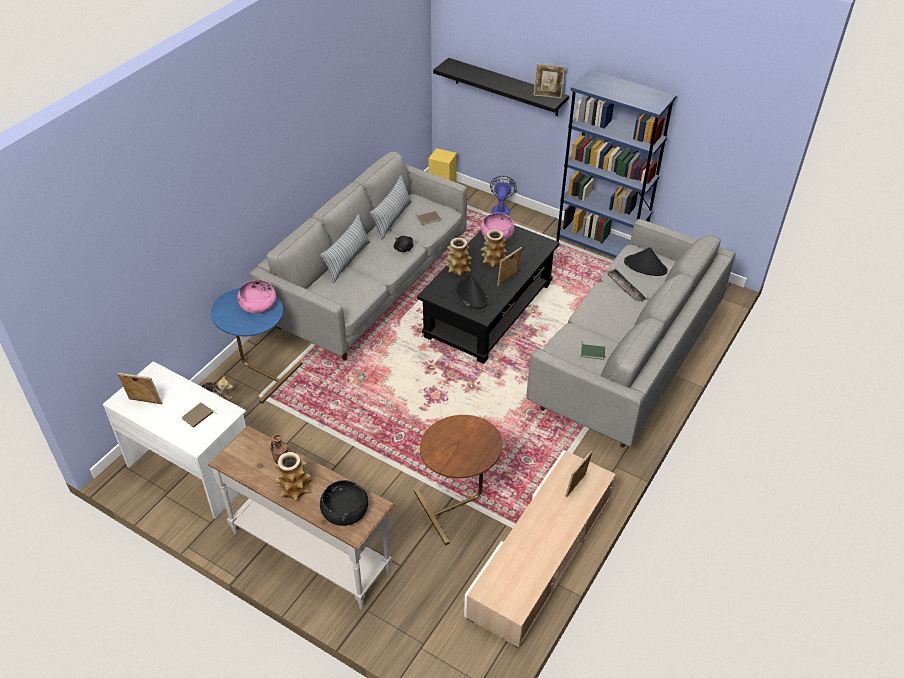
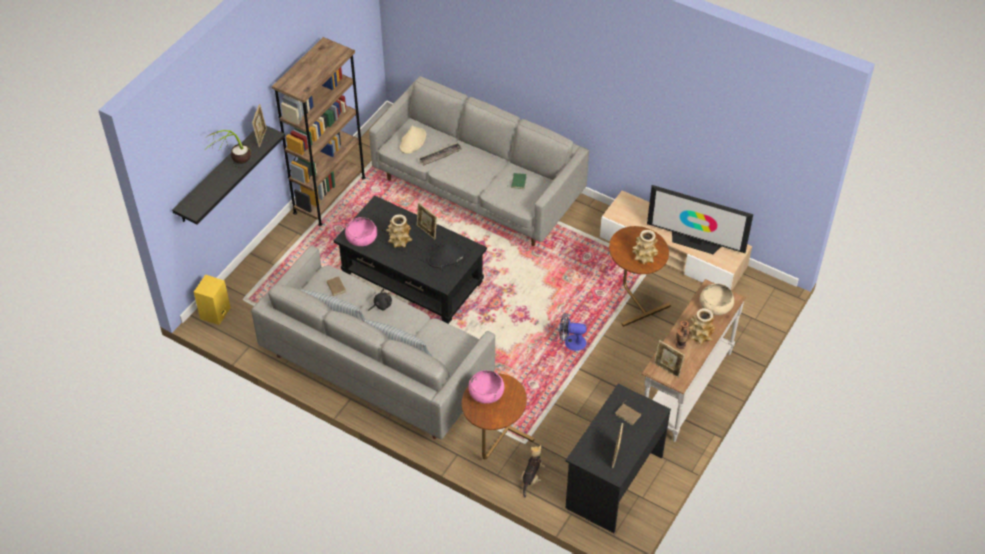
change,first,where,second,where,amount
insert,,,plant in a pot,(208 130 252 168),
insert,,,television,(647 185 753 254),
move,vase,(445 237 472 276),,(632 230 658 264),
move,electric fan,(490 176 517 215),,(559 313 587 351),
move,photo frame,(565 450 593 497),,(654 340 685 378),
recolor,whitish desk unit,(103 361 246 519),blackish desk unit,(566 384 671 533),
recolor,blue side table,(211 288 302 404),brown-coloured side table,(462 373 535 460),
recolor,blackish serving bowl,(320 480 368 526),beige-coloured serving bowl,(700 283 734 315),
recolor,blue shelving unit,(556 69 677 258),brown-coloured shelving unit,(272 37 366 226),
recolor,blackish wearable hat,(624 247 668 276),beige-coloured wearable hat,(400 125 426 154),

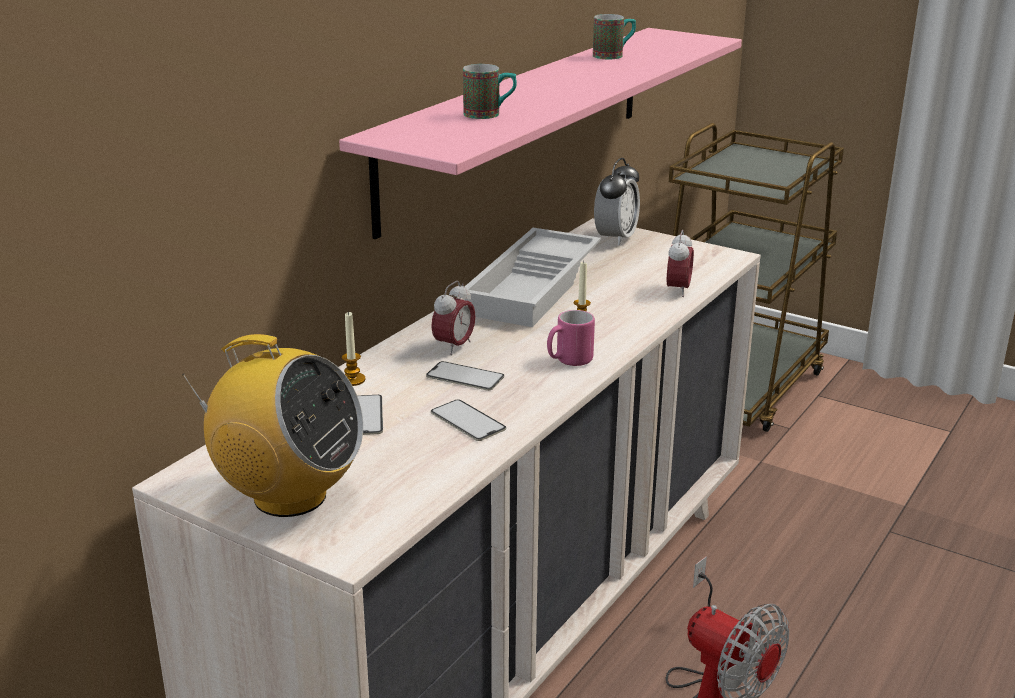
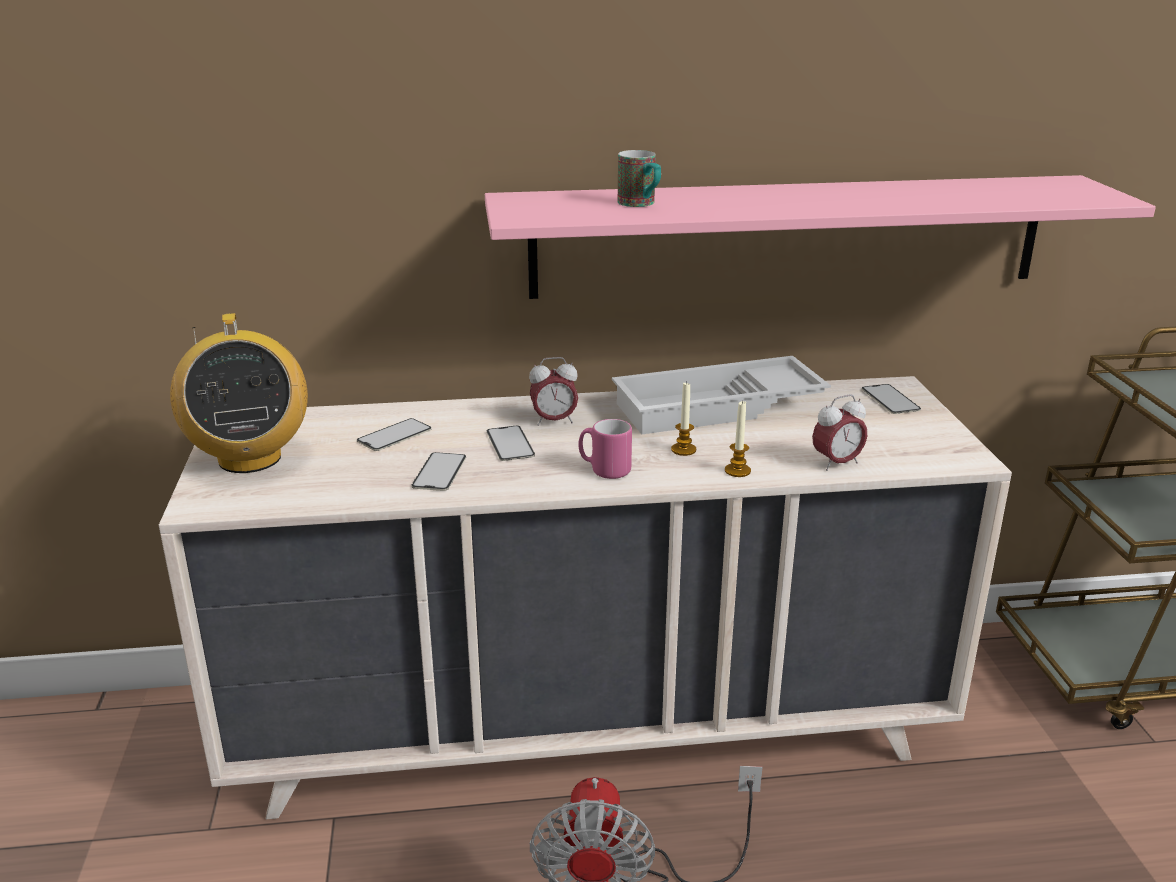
change,first,where,second,where,amount
delete,mug,(593 14 636 59),,,
move,wax light,(342 311 365 386),,(725 400 751 477),
replace,alarm clock,(594 158 640 246),telephone,(862 384 921 414),

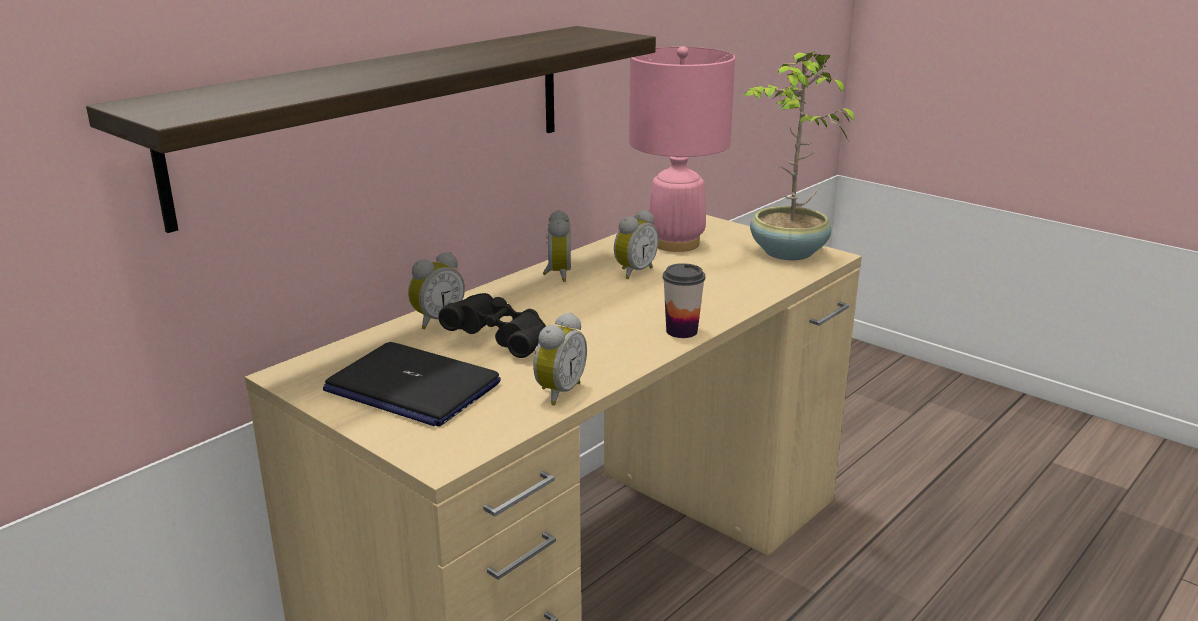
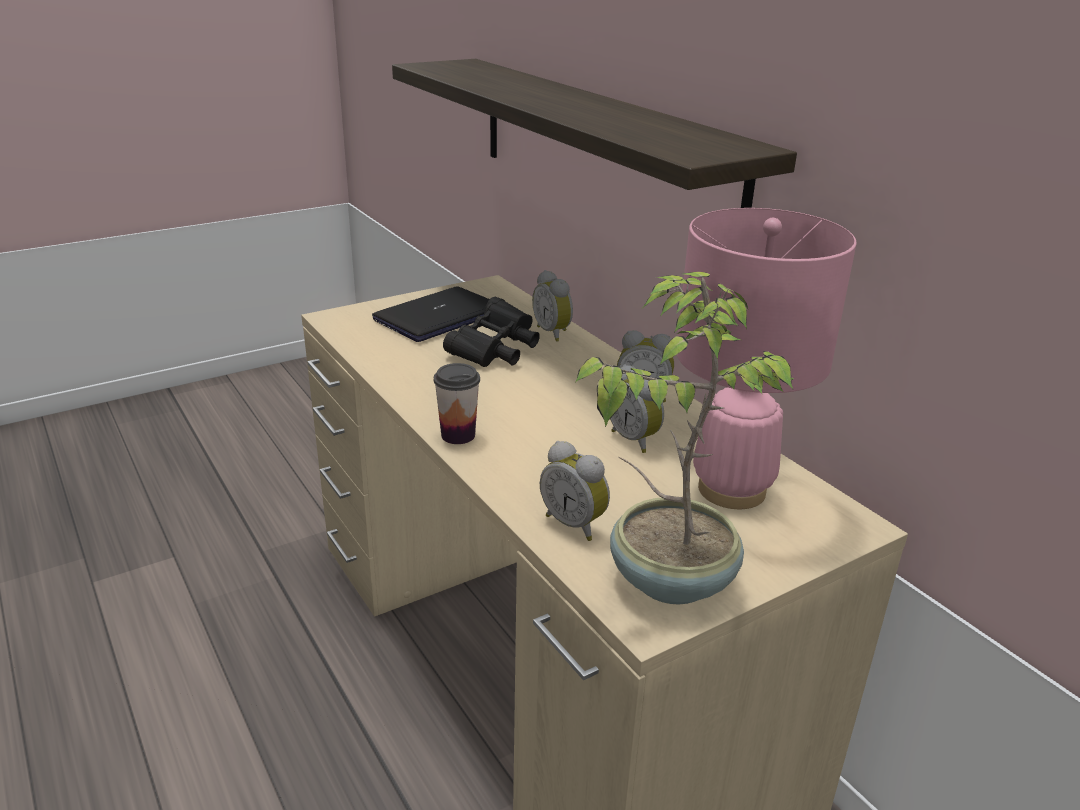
change,first,where,second,where,amount
move,alarm clock,(533 312 587 406),,(540 441 610 541),

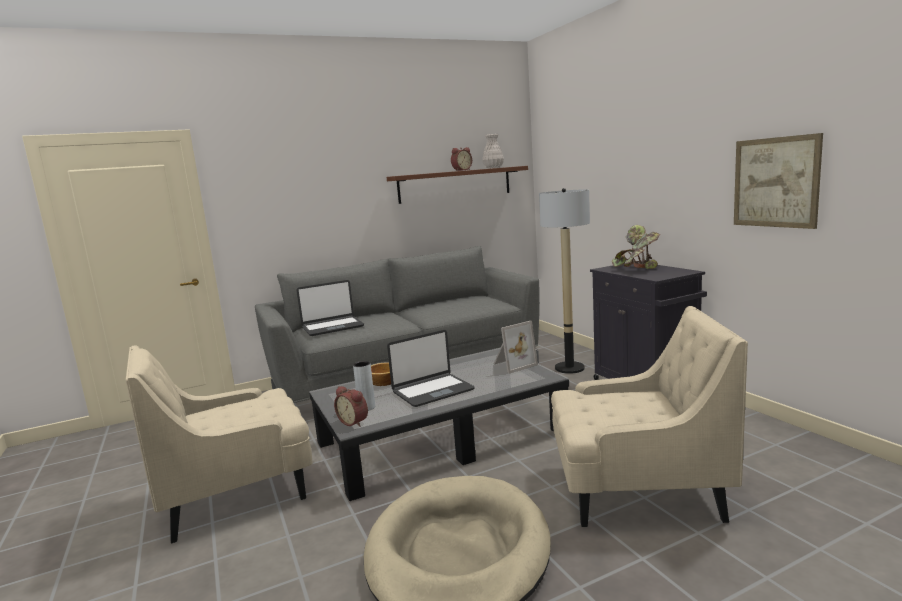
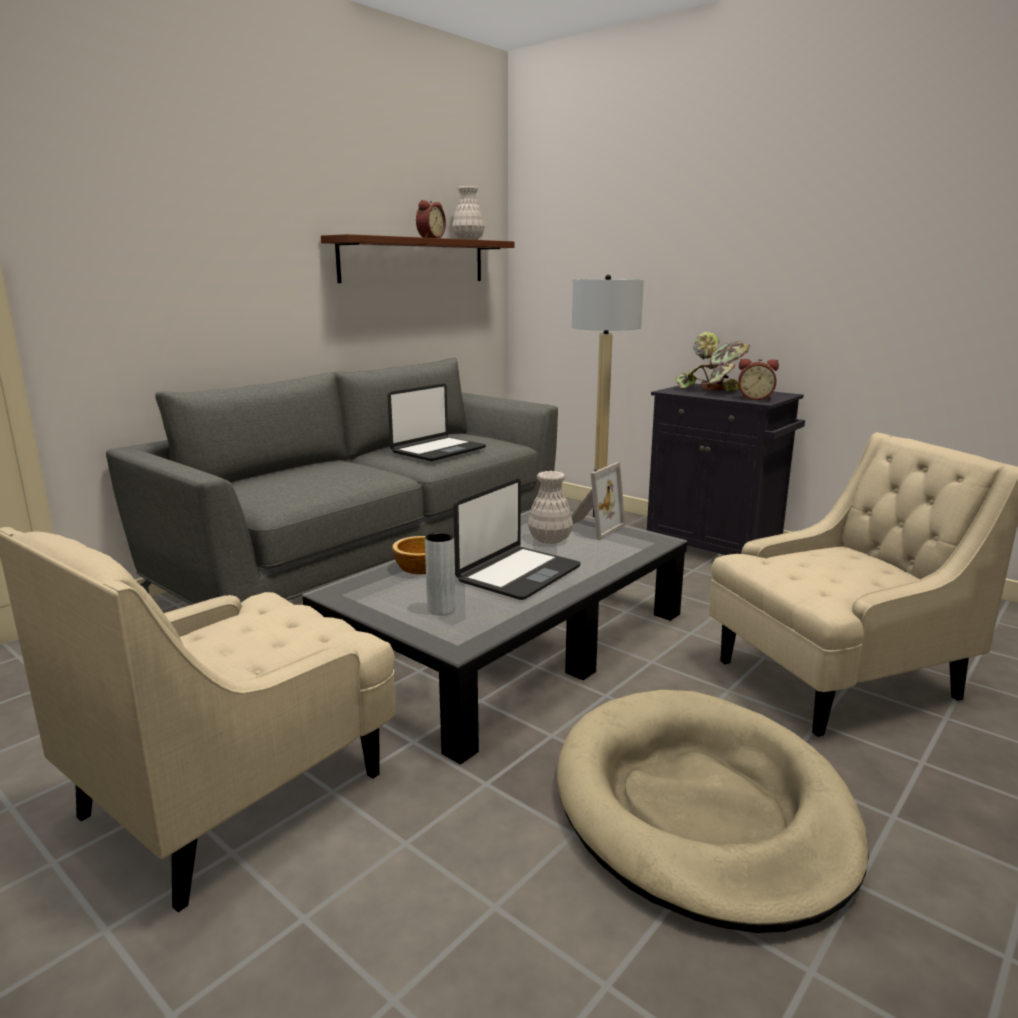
change,first,where,second,where,amount
delete,wall art,(734 133 823 229),,,
insert,,,whitish vase,(528 471 573 544),
move,laptop,(297 280 364 336),,(387 383 486 461),
move,alarm clock,(334 386 368 427),,(738 359 779 400),

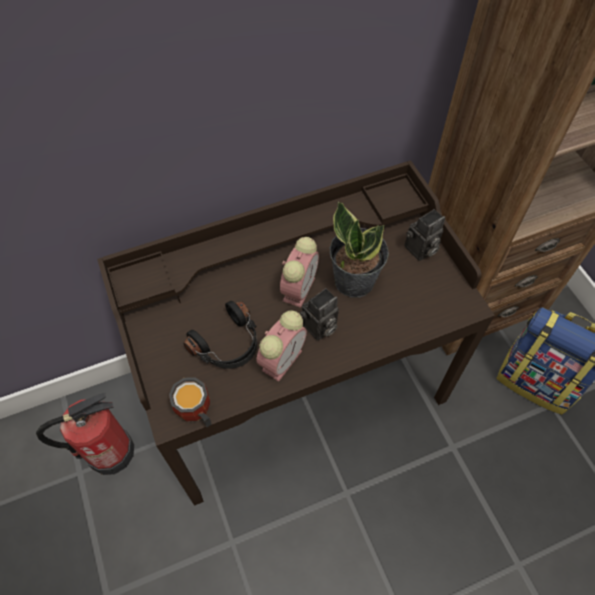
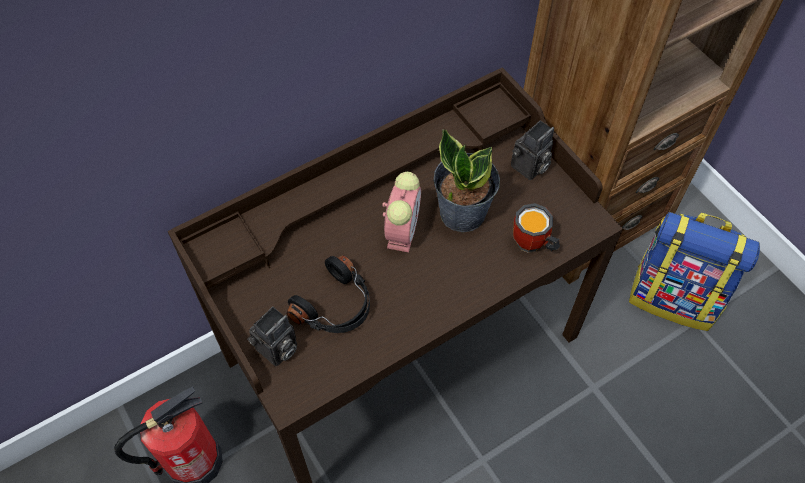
change,first,where,second,where,amount
delete,alarm clock,(257 310 307 382),,,
move,mug,(169 377 211 427),,(513 203 560 253),
move,still camera,(300 288 339 341),,(247 306 297 367),

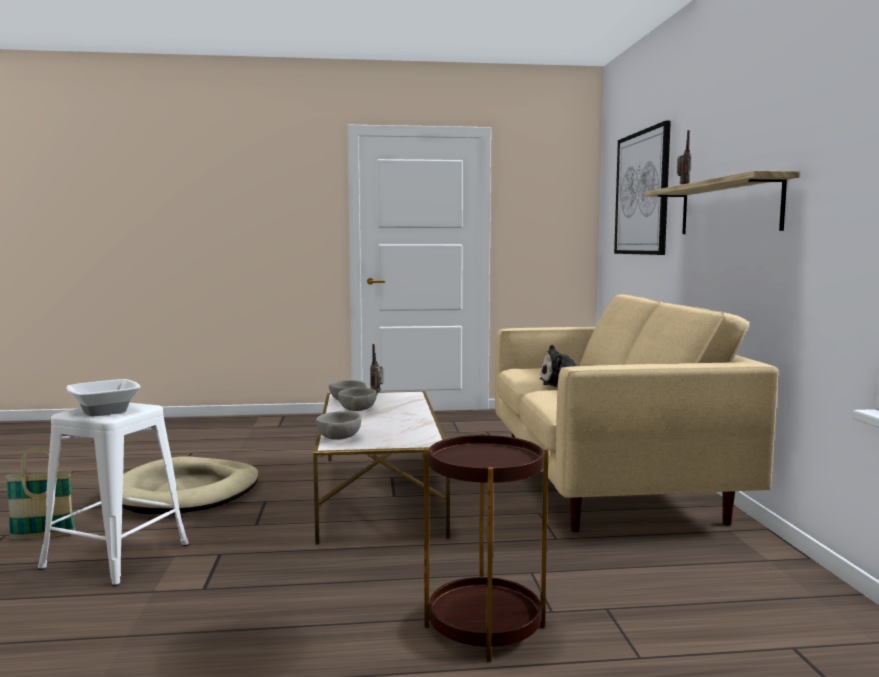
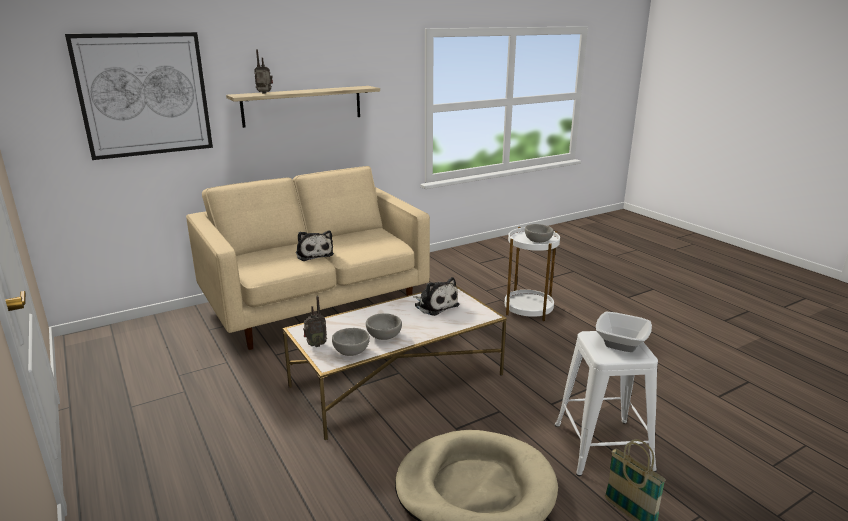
change,first,where,second,where,amount
insert,,,plush toy,(413 277 459 316),
move,grey serving bowl,(316 412 361 440),,(525 224 553 243),
recolor,brown-coloured side table,(424 433 548 662),whitish side table,(505 227 560 321),

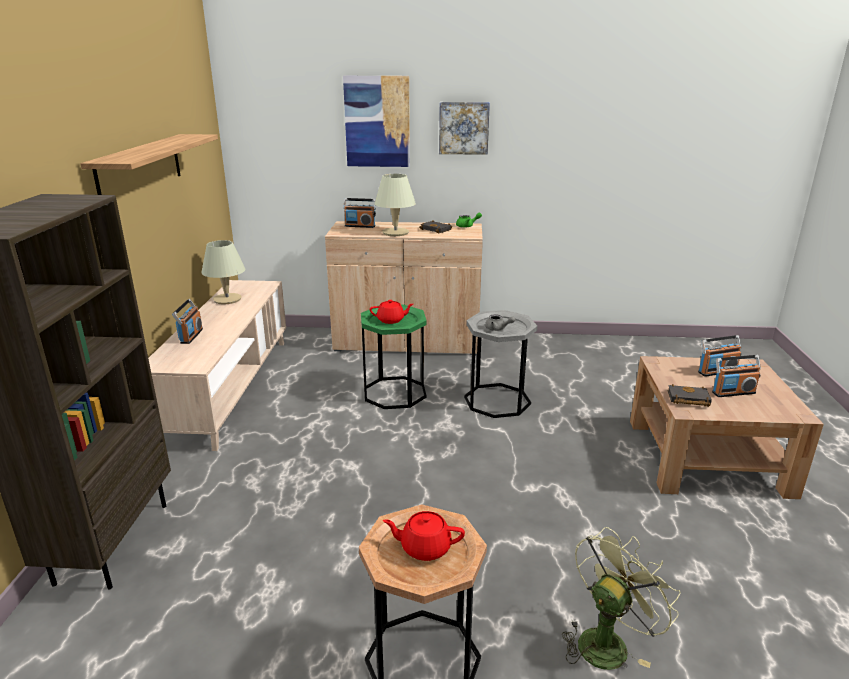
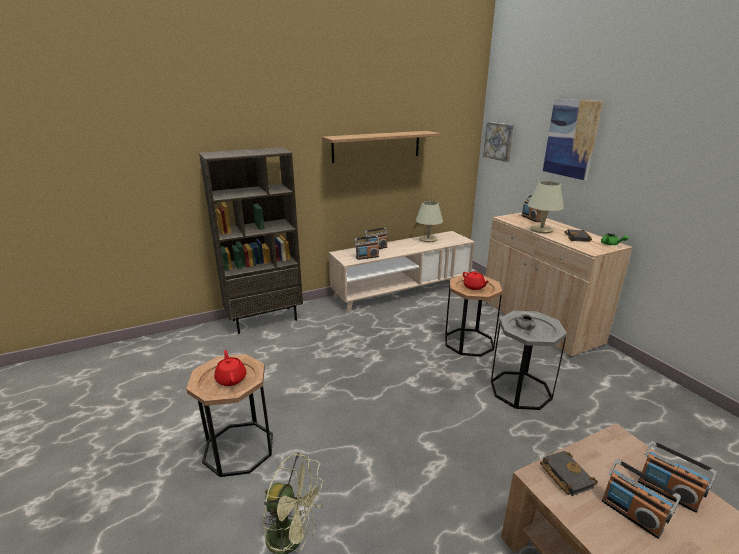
change,first,where,second,where,amount
insert,,,radio,(354 236 380 260),
move,wall art,(439 102 490 155),,(483 122 514 162),
recolor,green-coloured side table,(361 304 427 409),brown-coloured side table,(445 274 502 357),

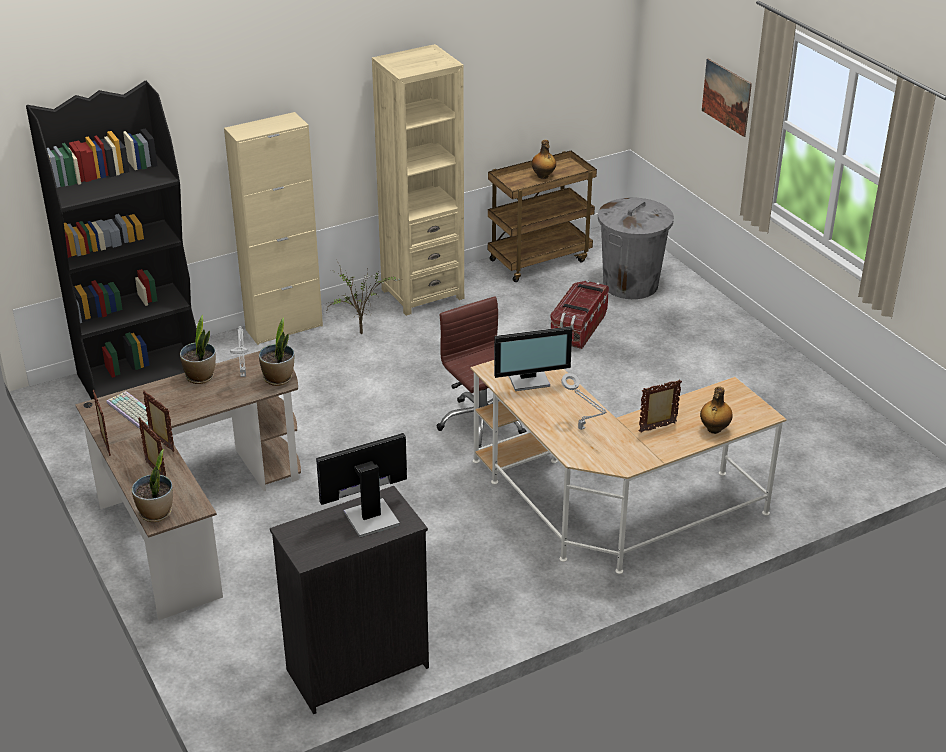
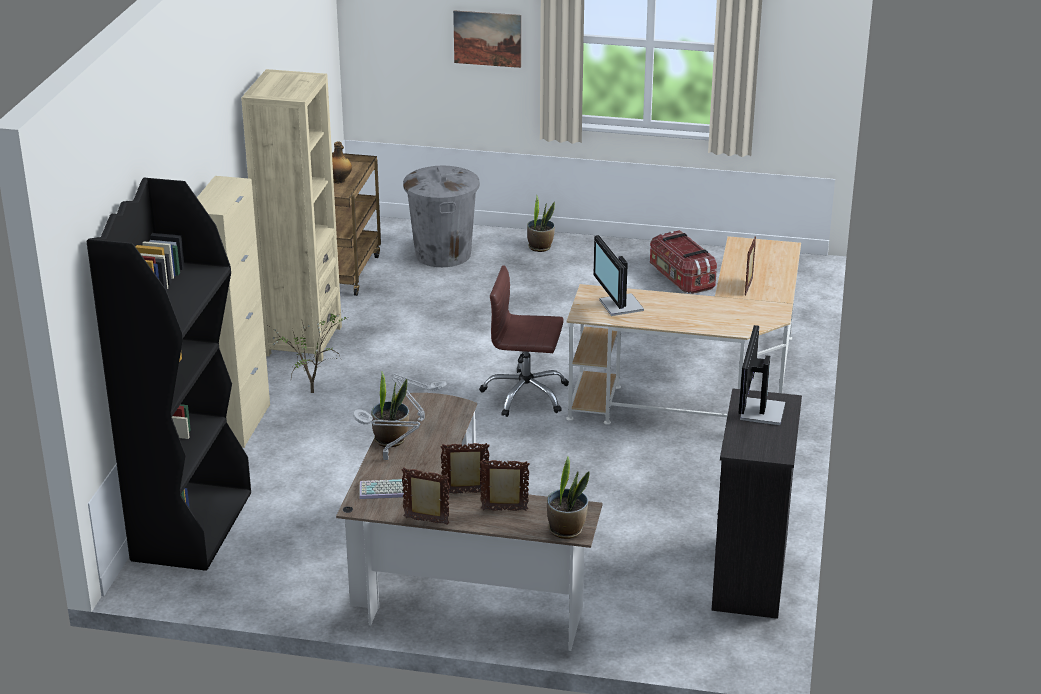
change,first,where,second,where,amount
delete,beverage bottle,(700 386 733 434),,,
move,plant in a pot,(259 317 294 386),,(527 196 555 252),
move,storage bin,(550 280 609 349),,(650 230 717 294),
move,grey tabletop lamp,(561 373 607 430),,(353 409 421 460),
rotate,monitor,(494 326 572 391),,(594 235 644 316),135 degrees clockwise

